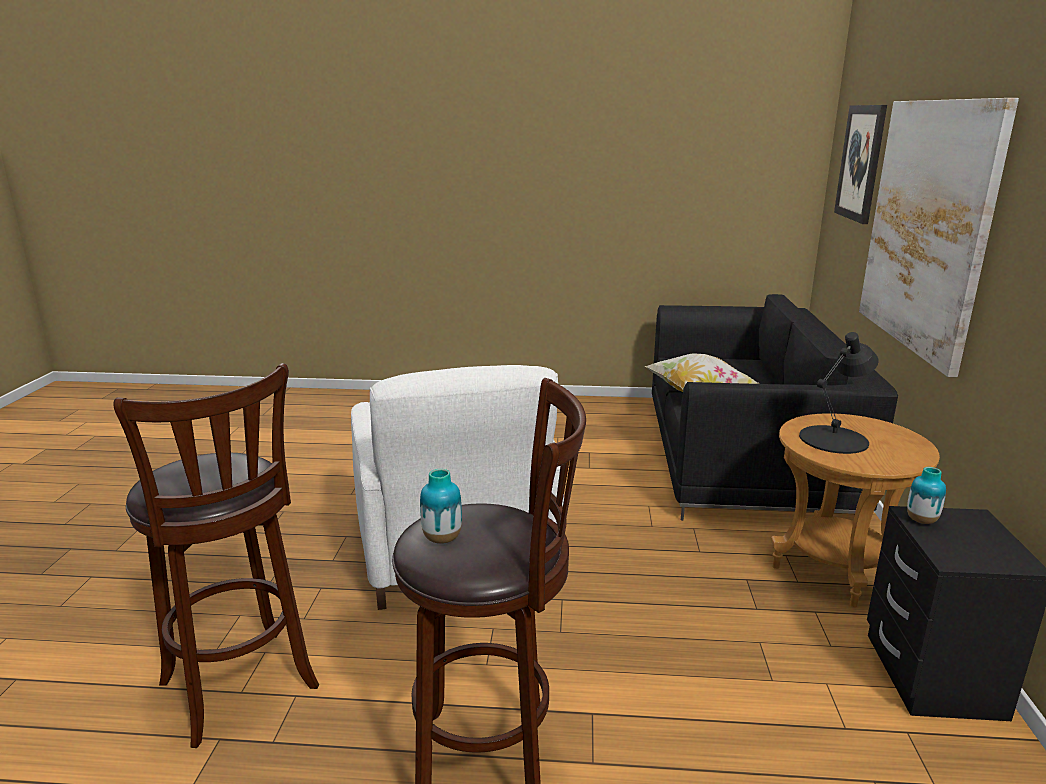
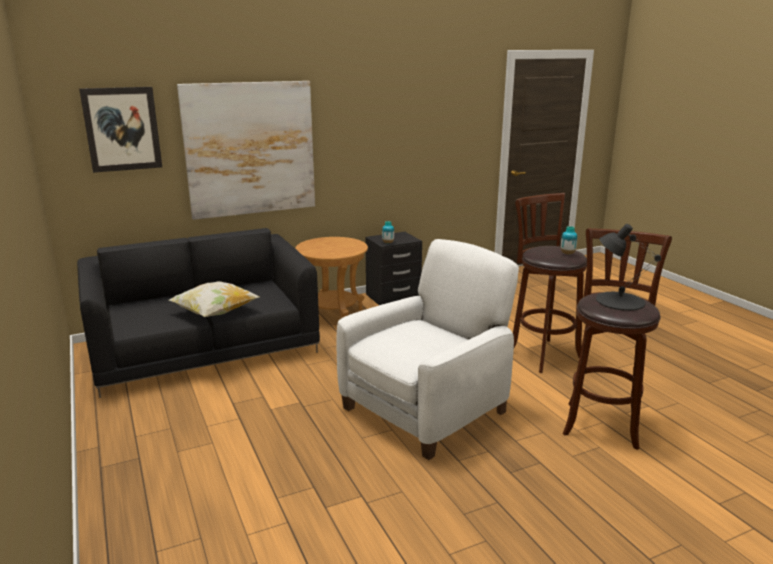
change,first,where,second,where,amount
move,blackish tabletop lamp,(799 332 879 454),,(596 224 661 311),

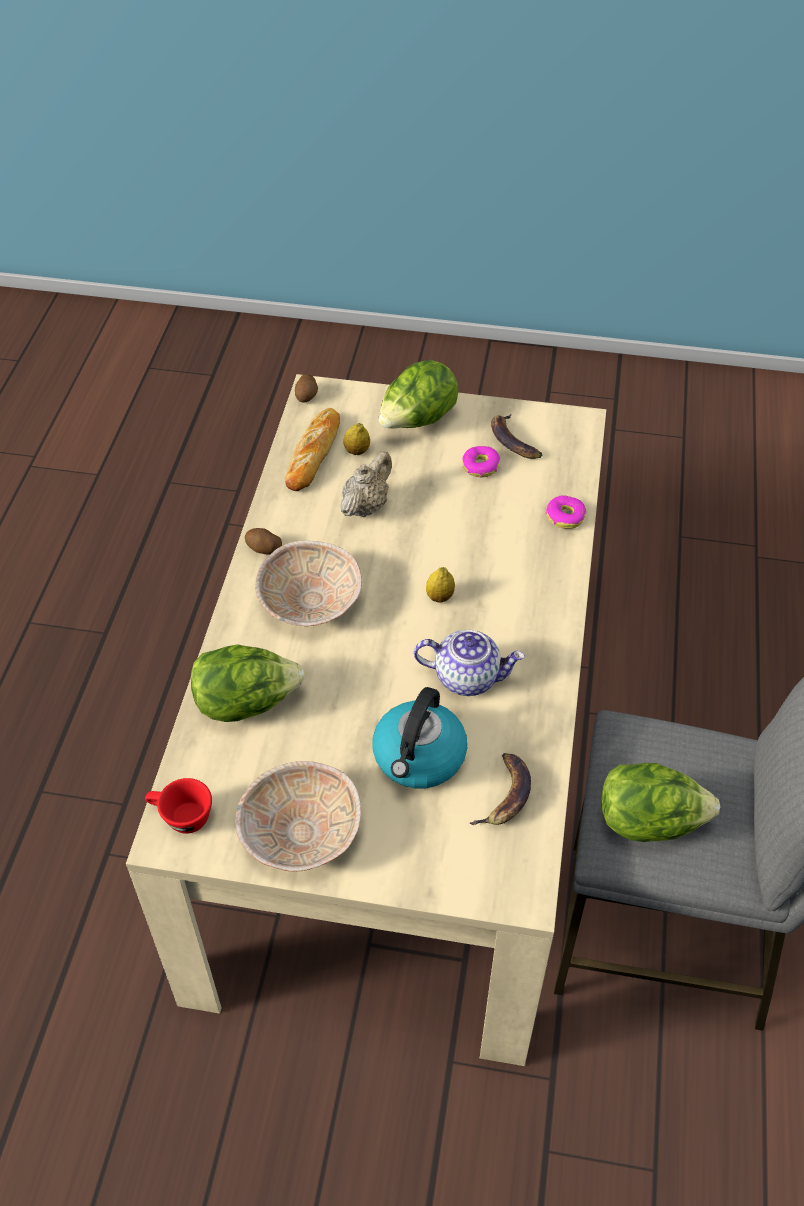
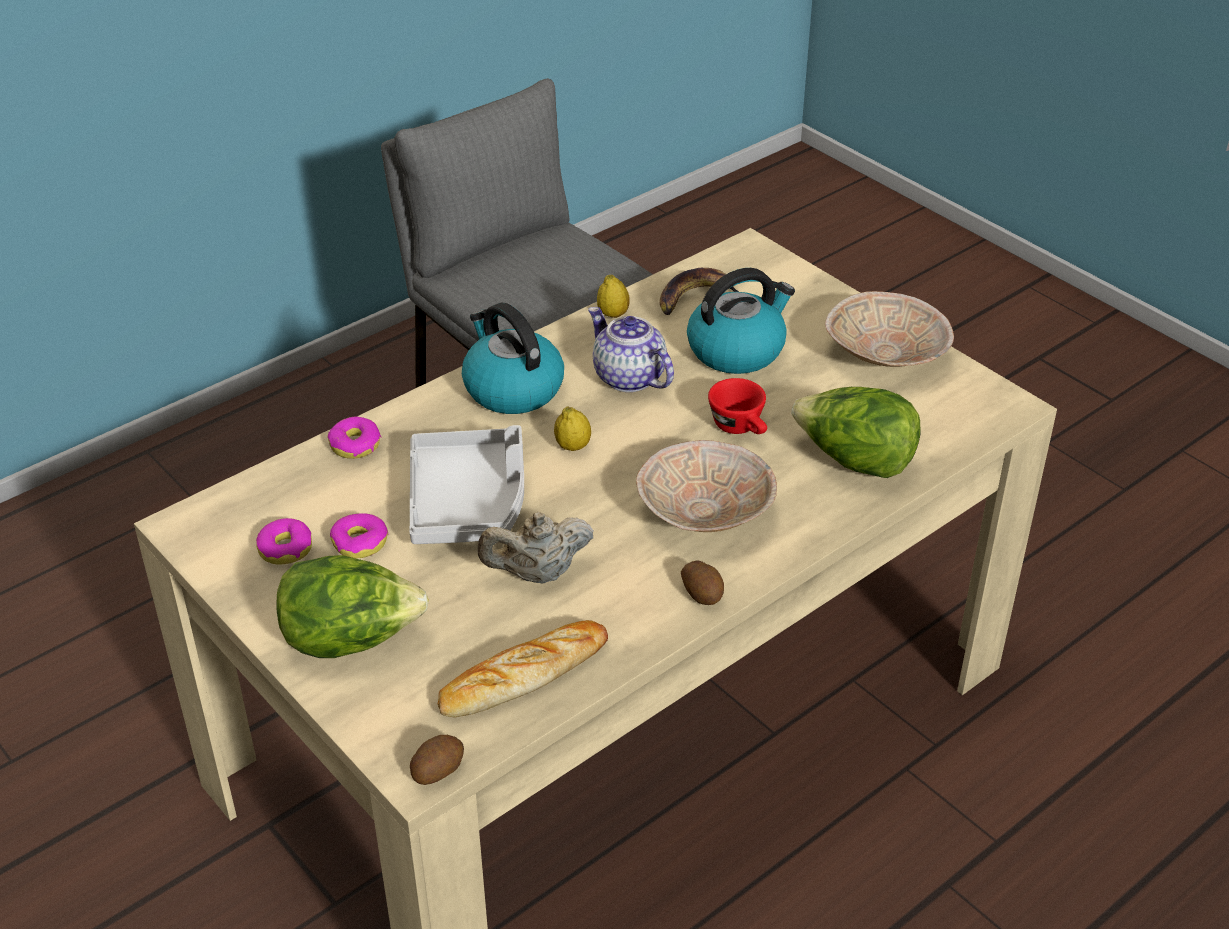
change,first,where,second,where,amount
delete,head of lettuce,(602 763 720 842),,,
insert,,,grey carrying tray,(410 425 524 544),
insert,,,kettle,(462 303 564 414),
move,reddish drinking cup,(145 778 212 834),,(708 378 767 434),
move,lemon,(343 423 370 455),,(597 275 630 318),
replace,banana fruit,(491 414 542 459),donut,(256 518 312 564),

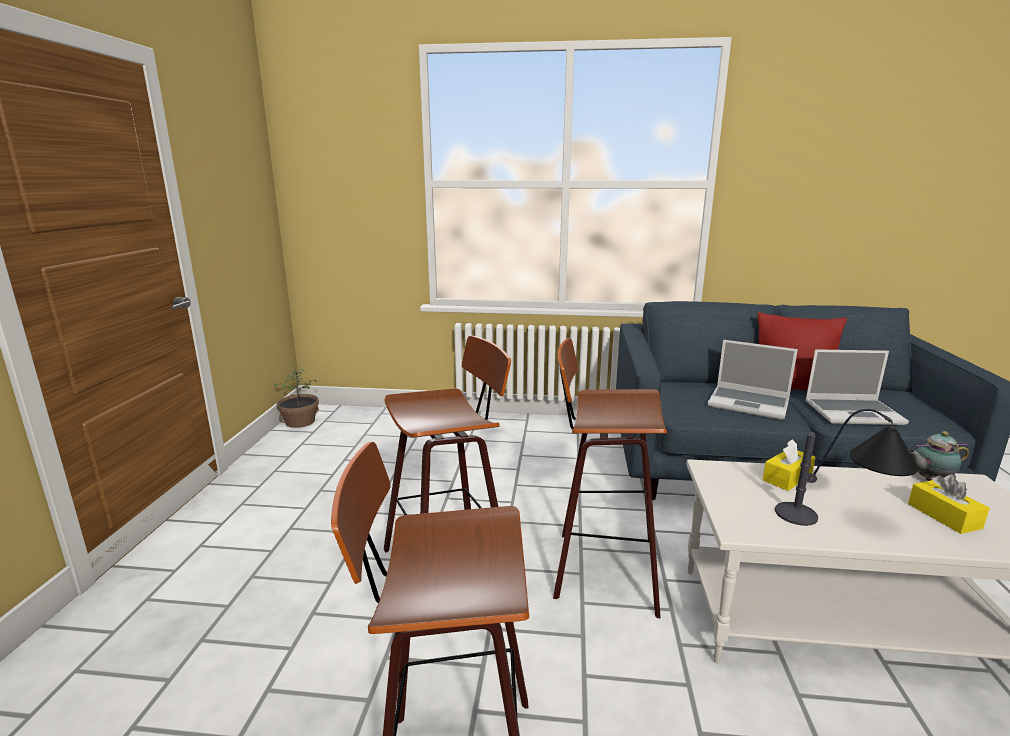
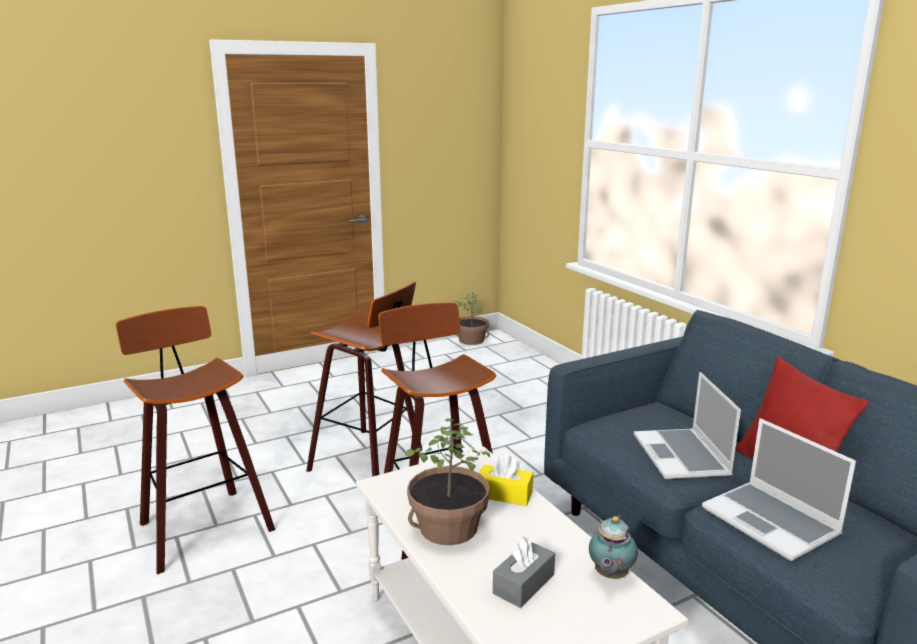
change,first,where,second,where,amount
replace,tabletop lamp,(775 409 919 526),plant in a pot,(405 418 490 545),
recolor,yellow box of tissues,(908 474 990 534),grey box of tissues,(493 537 555 608),
rotate,tea pot,(909 431 969 481),,(589 515 638 579),120 degrees counterclockwise

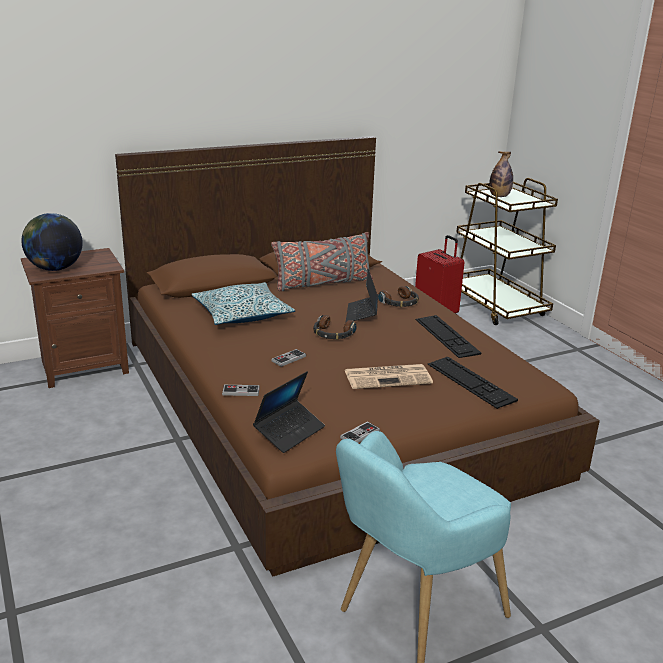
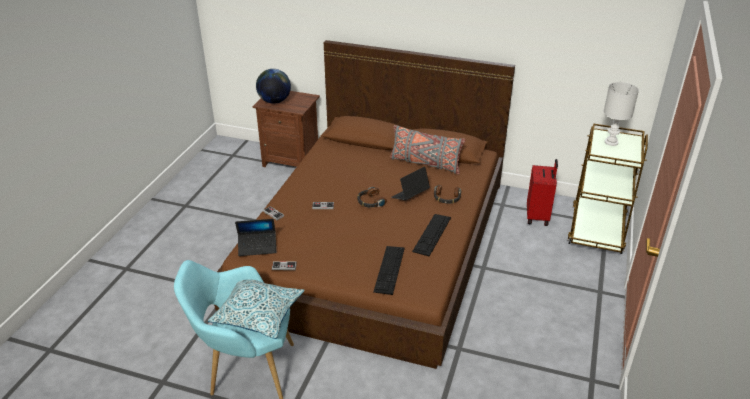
change,first,where,second,where,amount
delete,daily paper,(345 364 433 389),,,
move,pillow,(191 282 295 325),,(208 279 305 339),
replace,beverage bottle,(489 151 513 197),whitish tabletop lamp,(604 82 639 146),

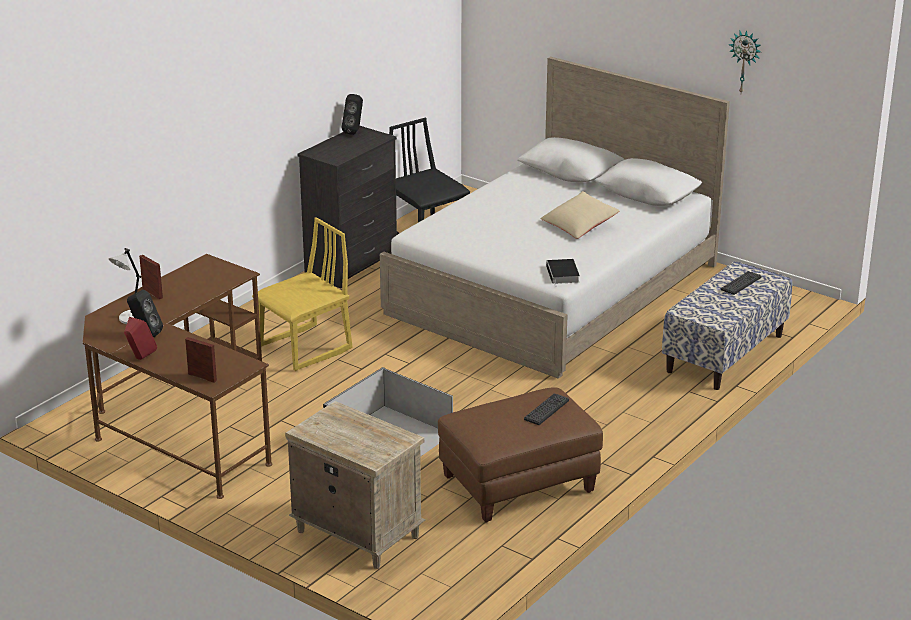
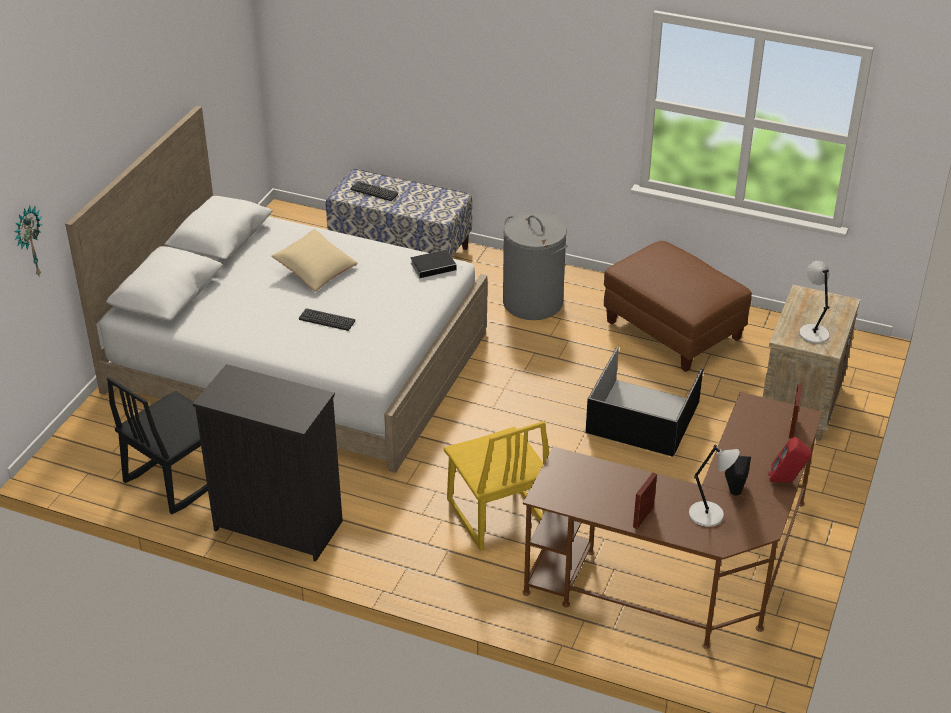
change,first,where,second,where,amount
delete,blackish speaker,(342 94 363 135),,,
insert,,,grey laundry basket,(503 212 568 320),
insert,,,grey tabletop lamp,(799 261 830 344),
move,computer keyboard,(524 394 569 425),,(299 308 355 331),
move,wall clock,(728 30 761 93),,(14 206 43 275),
rotate,yellow upright chair,(252 217 352 371),,(444 421 549 551),150 degrees counterclockwise

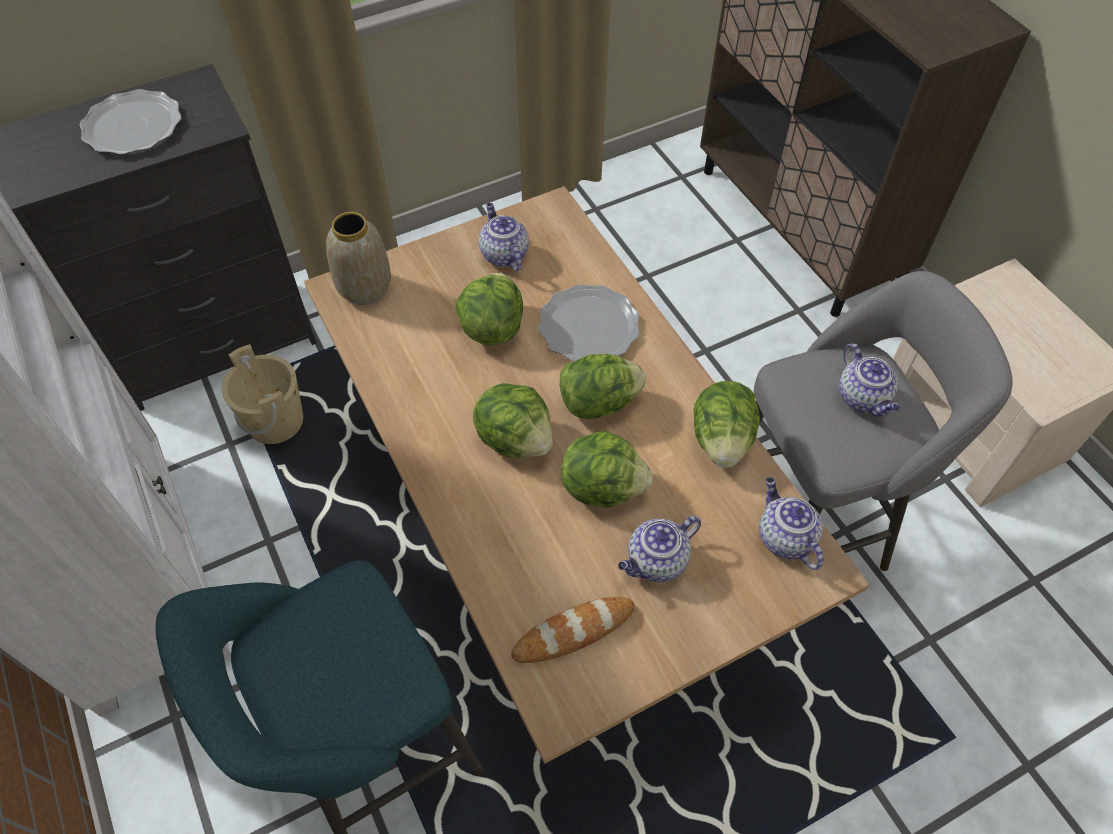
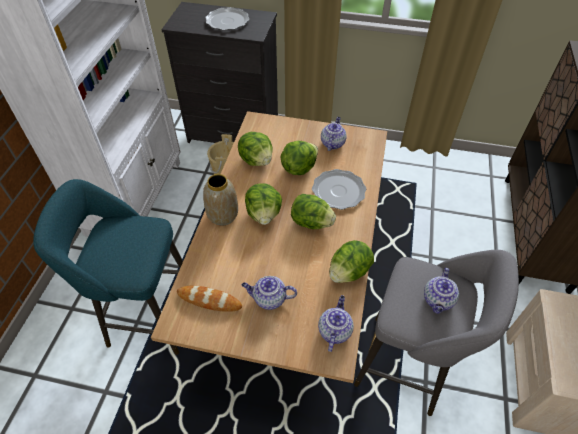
change,first,where,second,where,amount
move,vase,(326 212 391 305),,(203 174 238 226),
move,head of lettuce,(561 431 653 507),,(238 132 273 166),

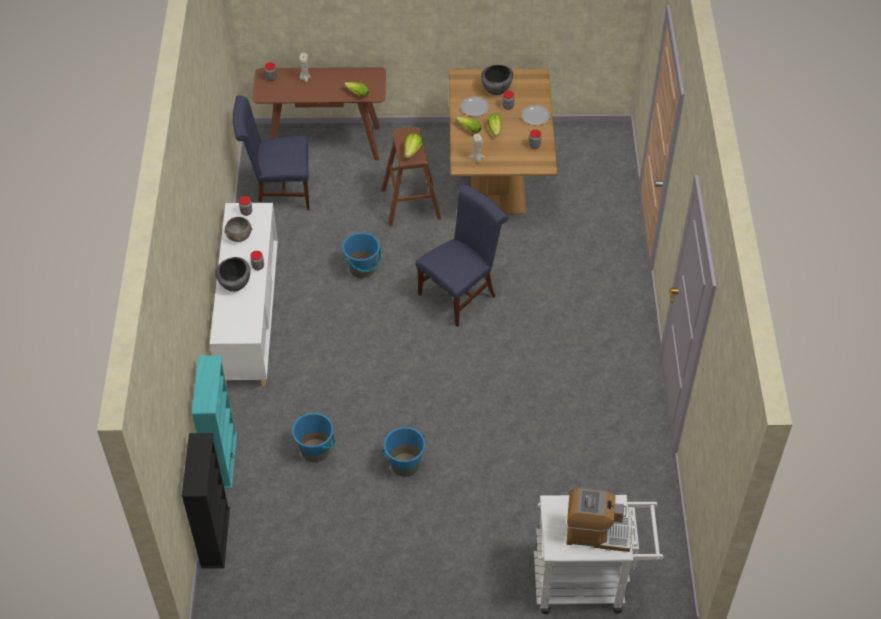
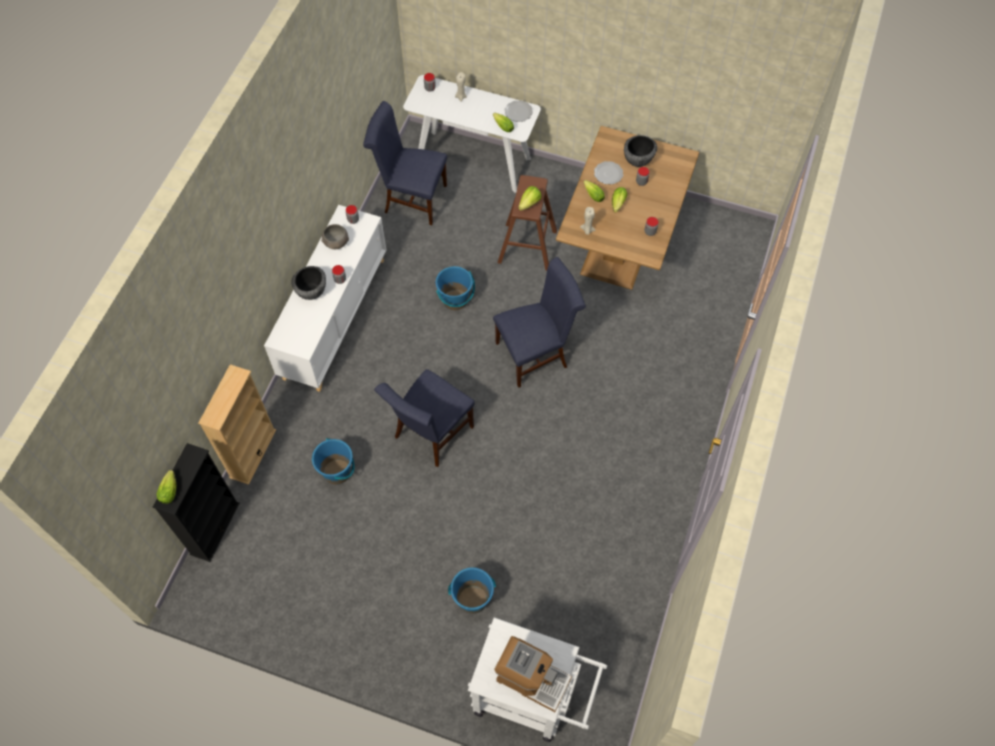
change,first,where,second,where,amount
insert,,,head of lettuce,(156 470 176 504),
insert,,,blue upright chair,(374 369 475 467),
move,blue water bucket,(381 427 426 477),,(448 567 496 614),
move,dinner plate,(521 105 550 126),,(505 100 533 122),
recolor,turquoise shelving unit,(192 355 237 489),beige-coloured shelving unit,(198 364 276 485),
recolor,brown-coloured narrow table,(252 67 386 161),whitish narrow table,(403 75 541 193),

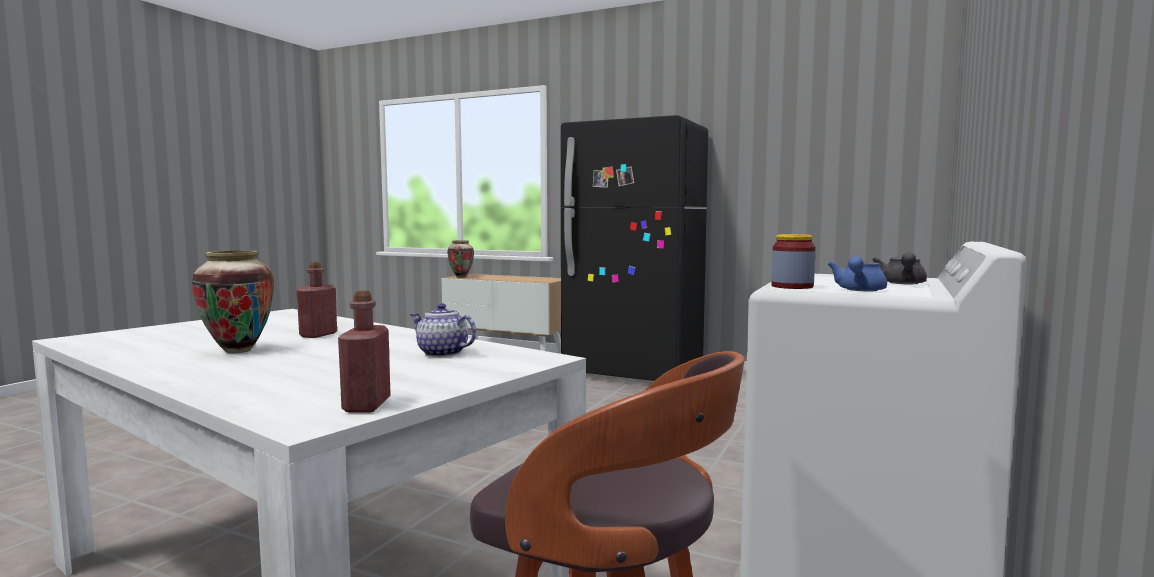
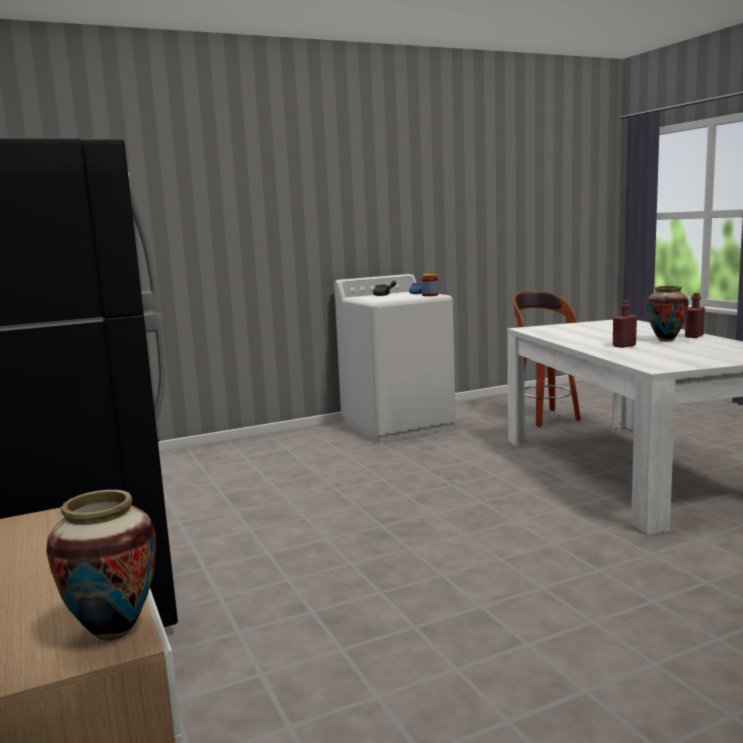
change,first,where,second,where,amount
delete,tea pot,(410 303 476 357),,,
move,reddish beverage bottle,(338 290 391 412),,(685 293 705 338),

